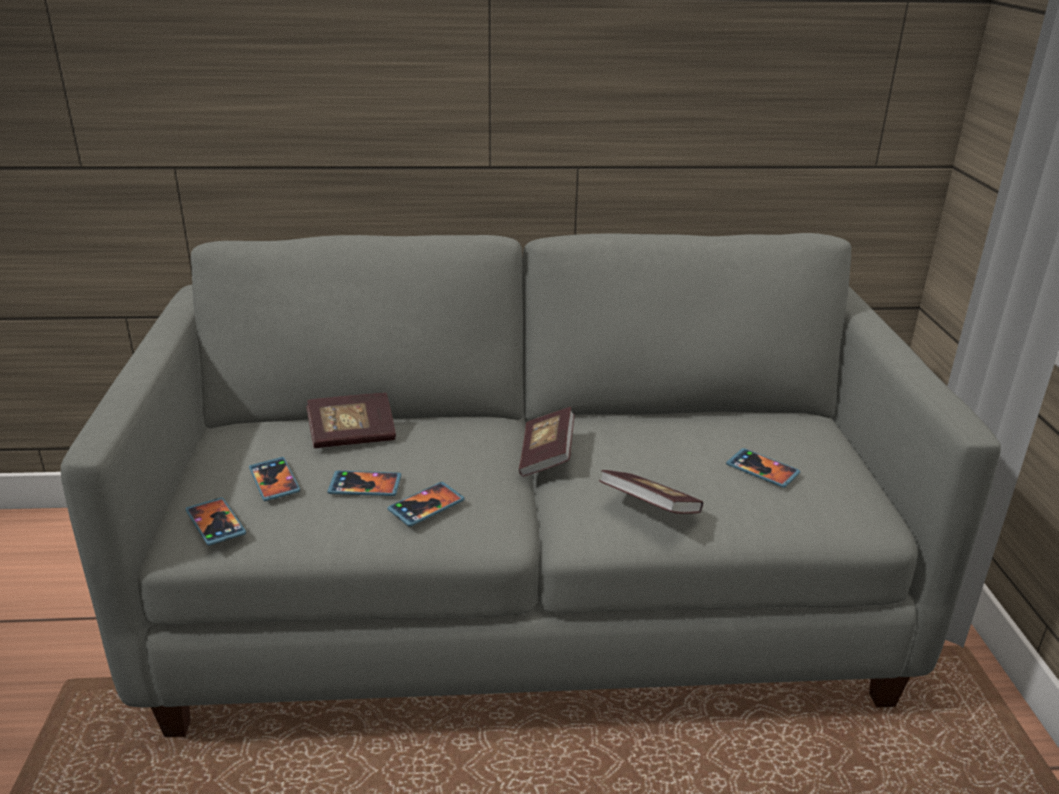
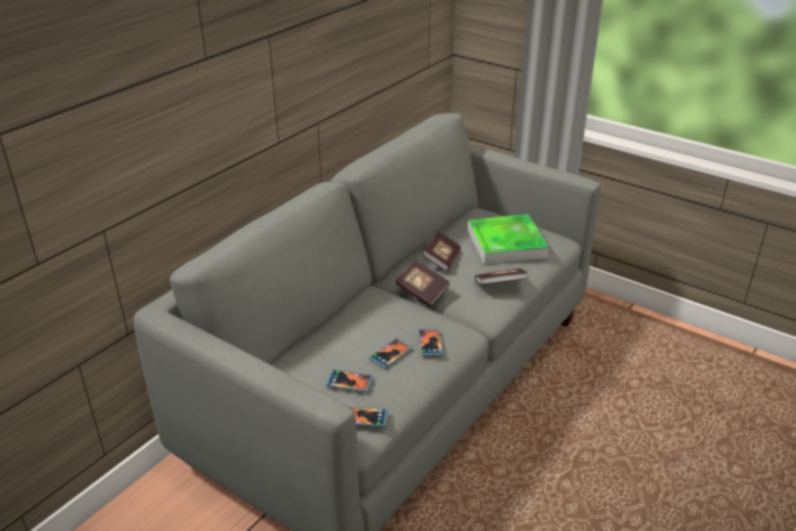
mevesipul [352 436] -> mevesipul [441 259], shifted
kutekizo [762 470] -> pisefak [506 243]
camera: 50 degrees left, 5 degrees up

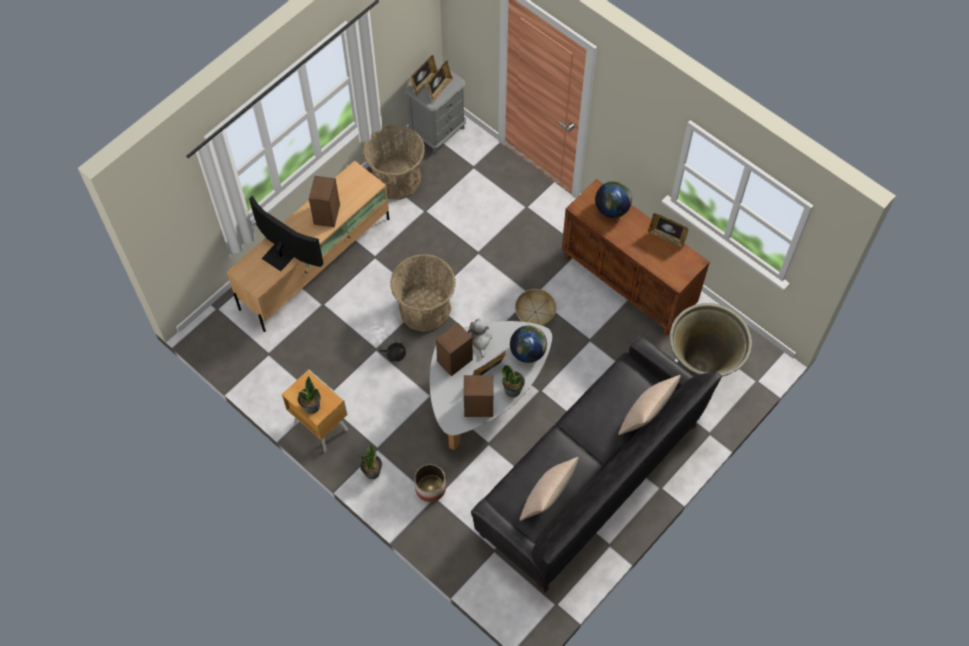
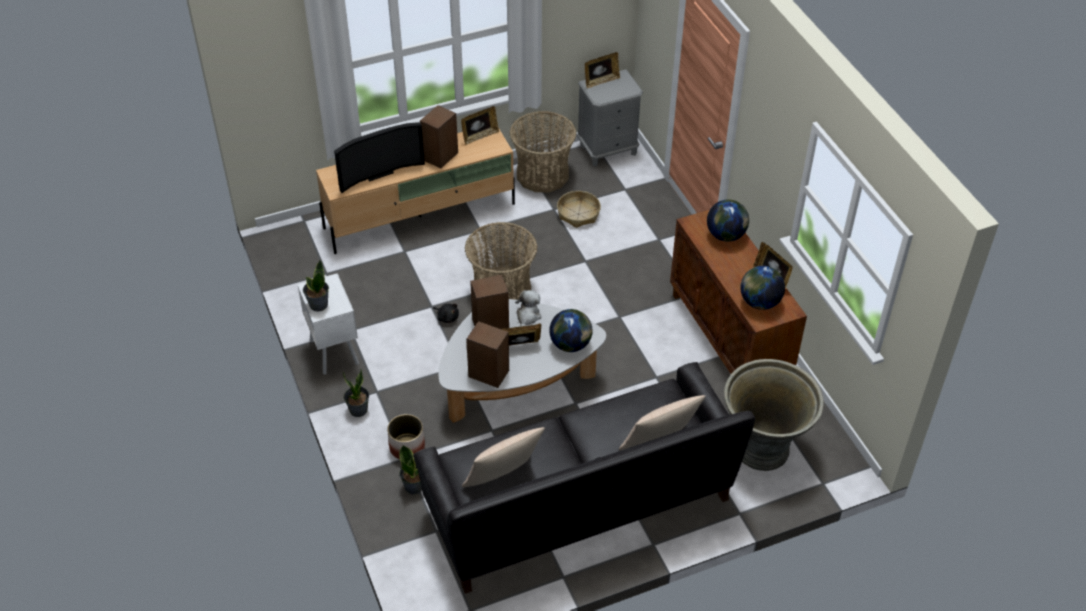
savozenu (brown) [320 426] -> savozenu (white) [334 351]
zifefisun [282 253] -> zifefisun [378 172], 90 degrees clockwise
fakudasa [513 389] -> fakudasa [414 486], shifted
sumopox [439 89] -> sumopox [479 136], shifted
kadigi [535 312] -> kadigi [578 214], shifted
none -> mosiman [759 302]
camera: 25 degrees right, 15 degrees down

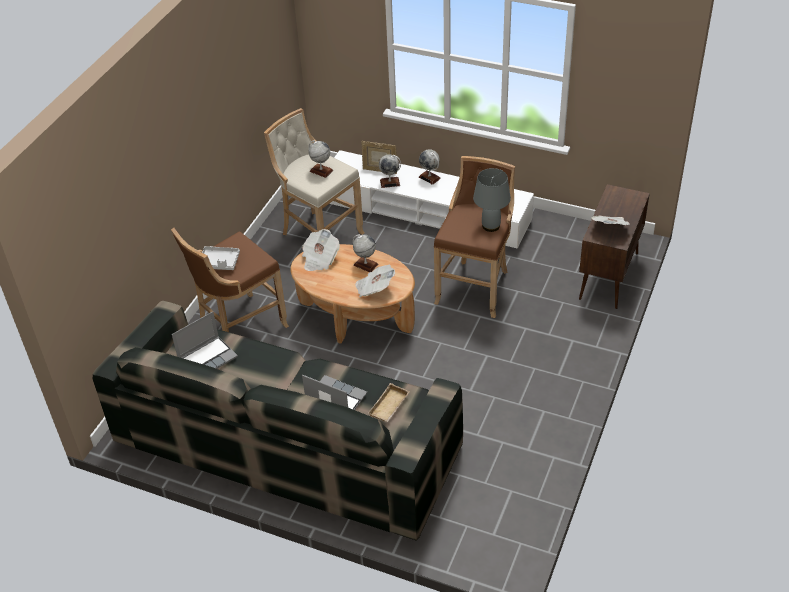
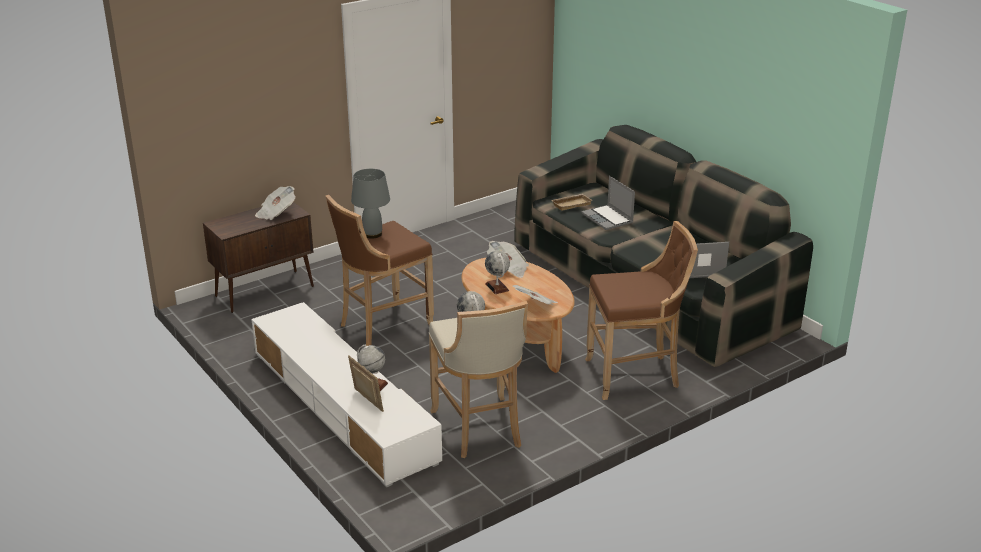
pisefak (grey) [220 262] -> none
mosiman [429 177] -> none
camera: 150 degrees left, 15 degrees down

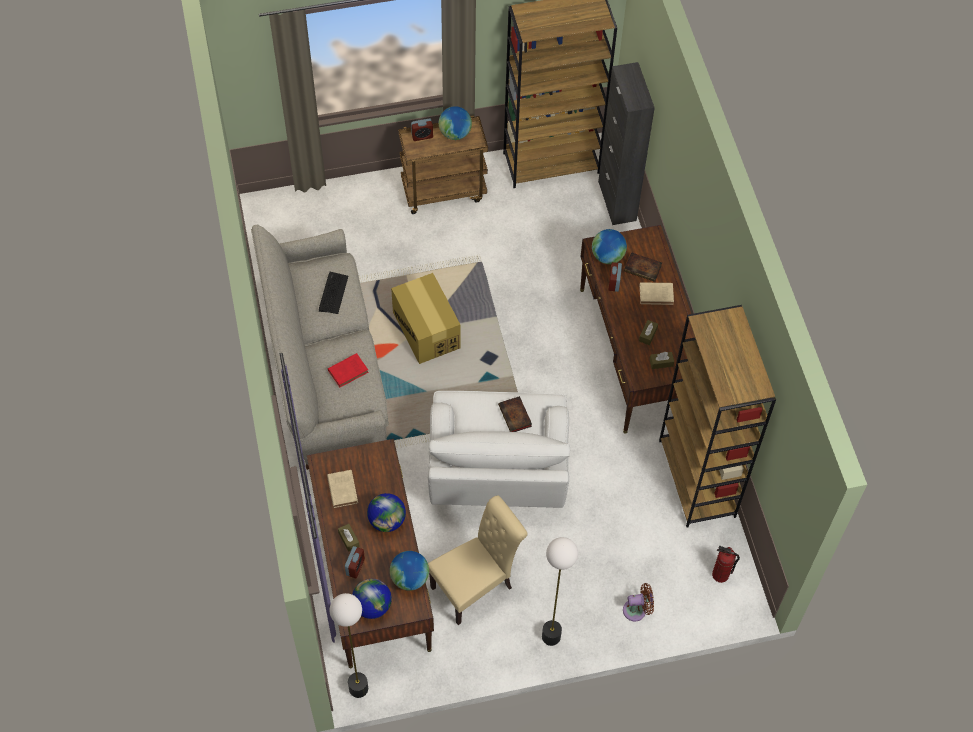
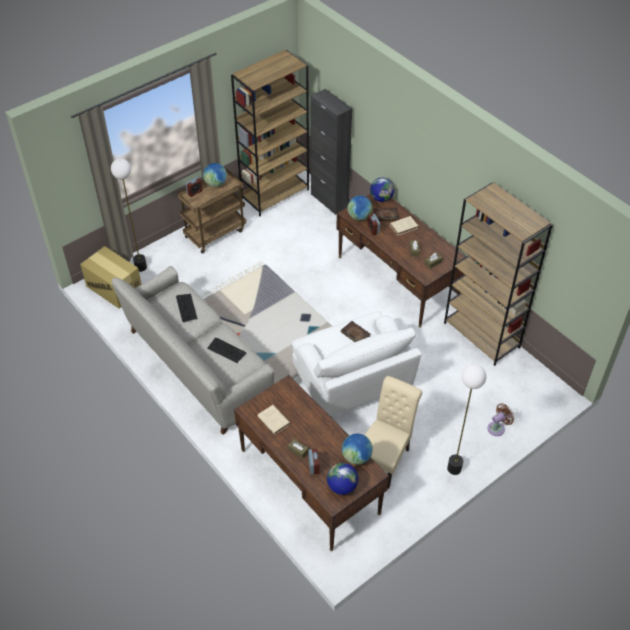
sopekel [426 330] -> sopekel [114 288], shifted
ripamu [358 689] -> ripamu [140 267], shifted
mevesipul (red) [349 371] -> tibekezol [226 350]
mosiman [387 520] -> mosiman [381 198], shifted
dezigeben [720 575] -> none
camera: 25 degrees left, 10 degrees down

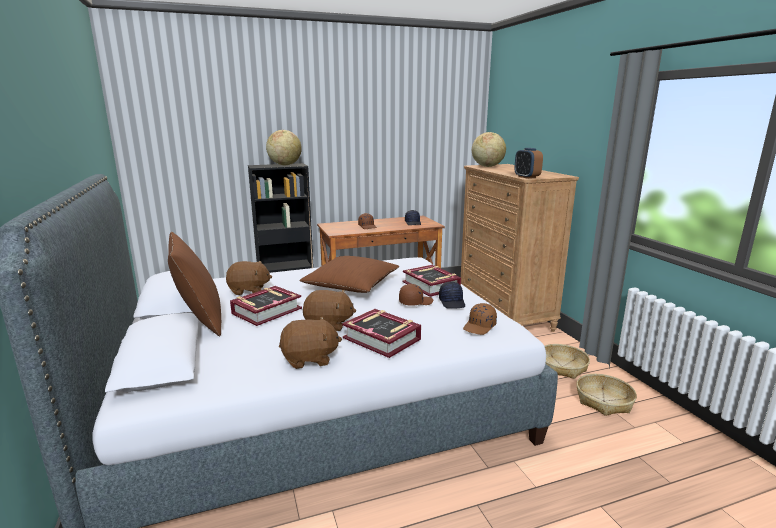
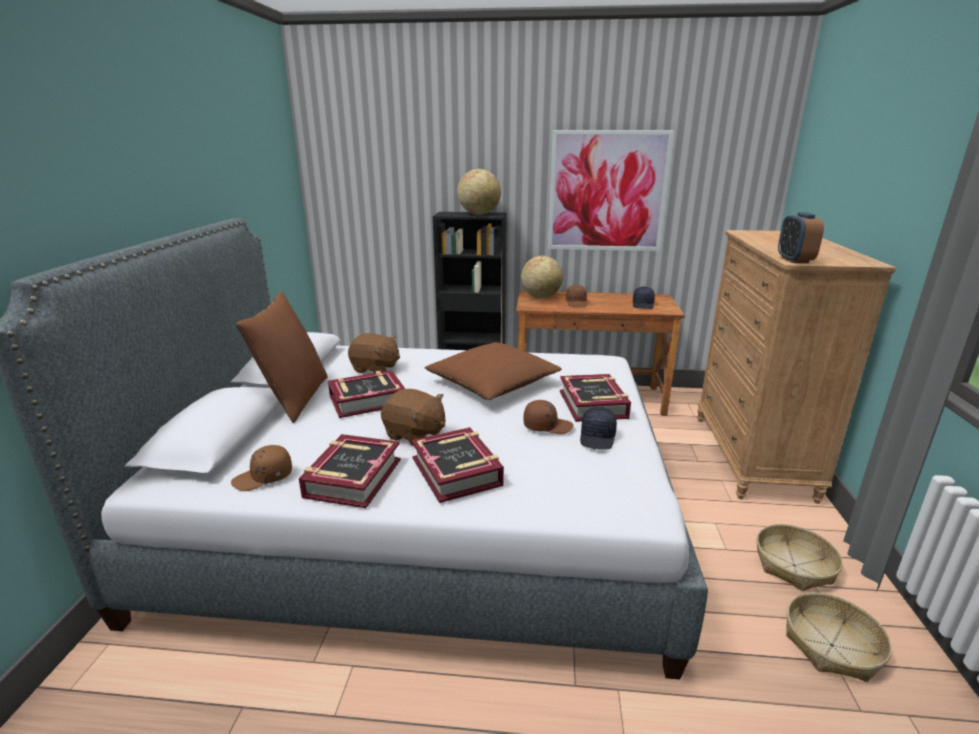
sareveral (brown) [480 327] -> sareveral (brown) [263 478], shifted
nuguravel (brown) [310 359] -> mevesipul [352 478]
mosiman [487 166] -> mosiman [541 297], shifted
none -> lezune [607 192]
camera: 25 degrees right, 5 degrees up

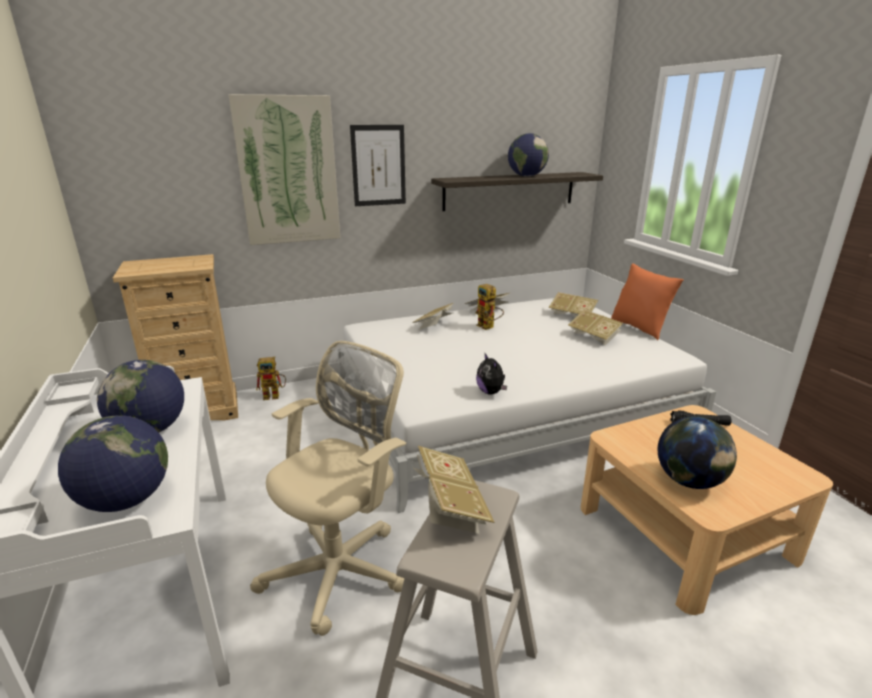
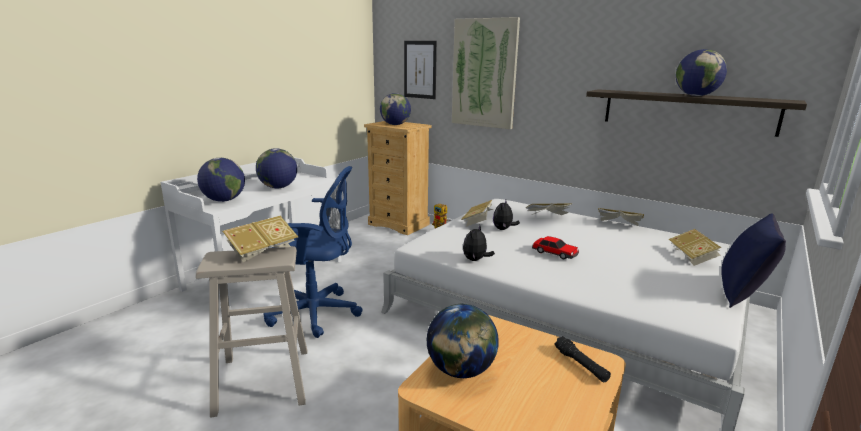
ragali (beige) [341 569] -> ragali (blue) [318 313]
none -> mosiman [395 125]
lezune [378 165] -> lezune [420 69], shifted
mevesipul [594 337] -> mevesipul [477 221], shifted
none -> nuguravel [503 229]
none -> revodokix [555 253]
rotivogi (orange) [639 328] -> rotivogi (blue) [742 293]
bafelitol [488 327] -> none
camera: 55 degrees right, 5 degrees down

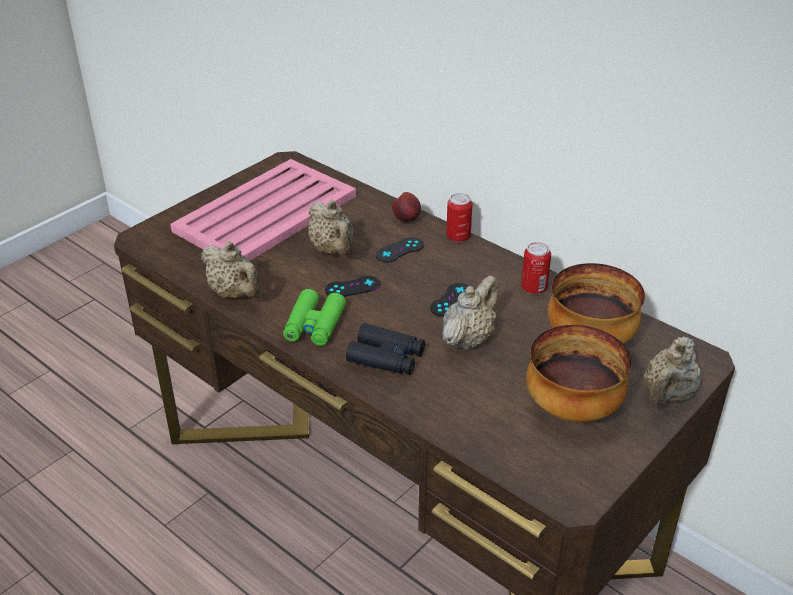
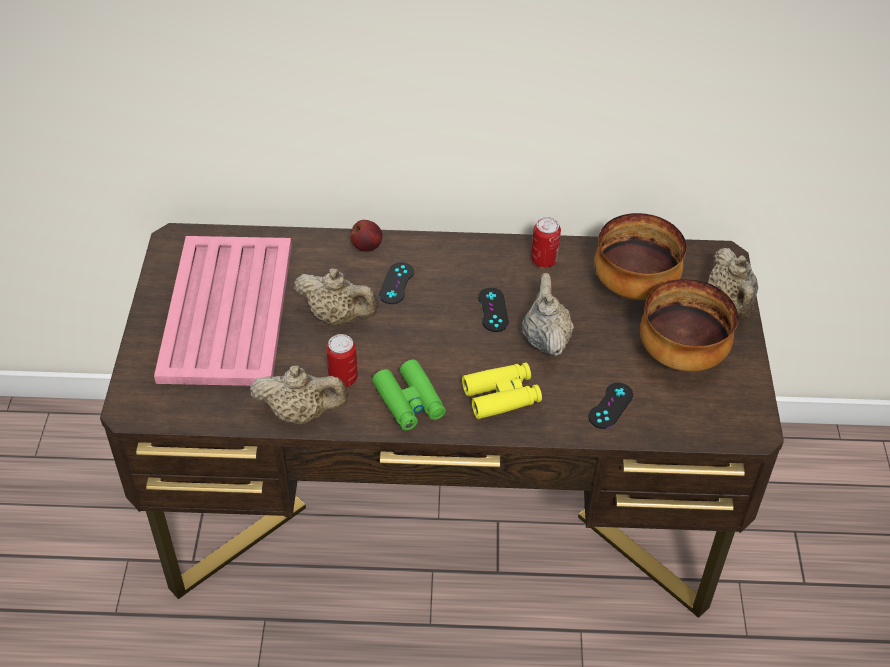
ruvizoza [458 236] -> ruvizoza [343 378], shifted
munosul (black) [386 357] -> munosul (yellow) [501 396]
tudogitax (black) [352 287] -> tudogitax (black) [610 406], shifted
camera: 40 degrees left, 10 degrees up

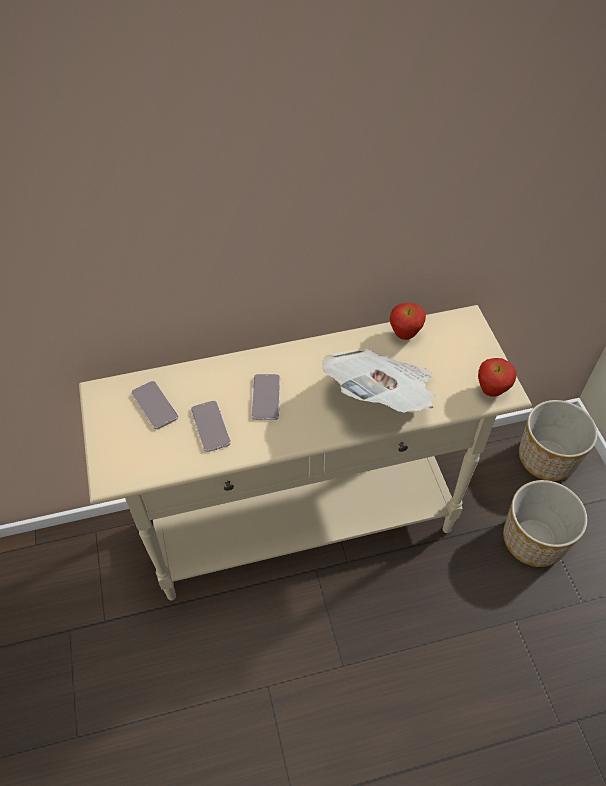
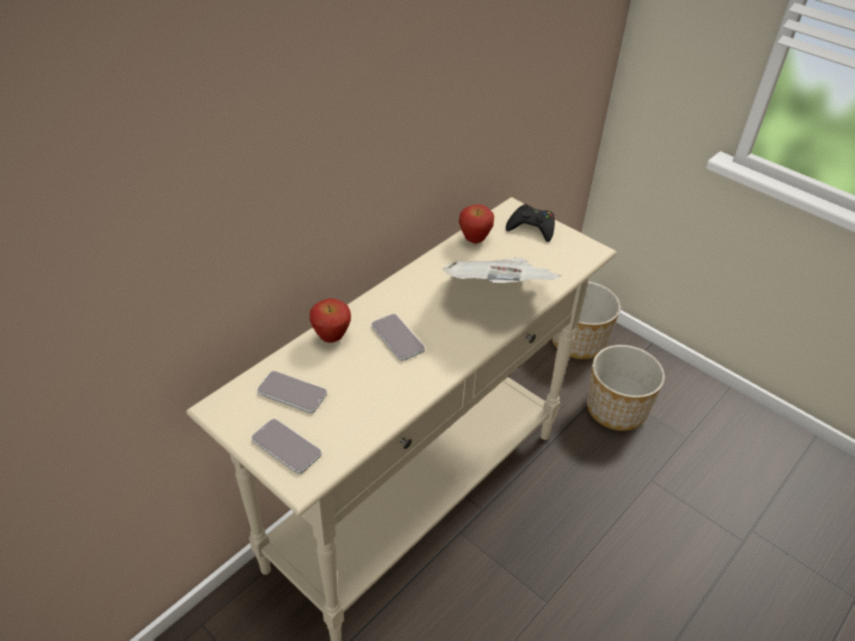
kutekizo [210 426] -> kutekizo [286 447], shifted
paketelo [491 391] -> paketelo [331 338], shifted
none -> tudogitax (black) [532 227]
camera: 35 degrees left, 10 degrees down

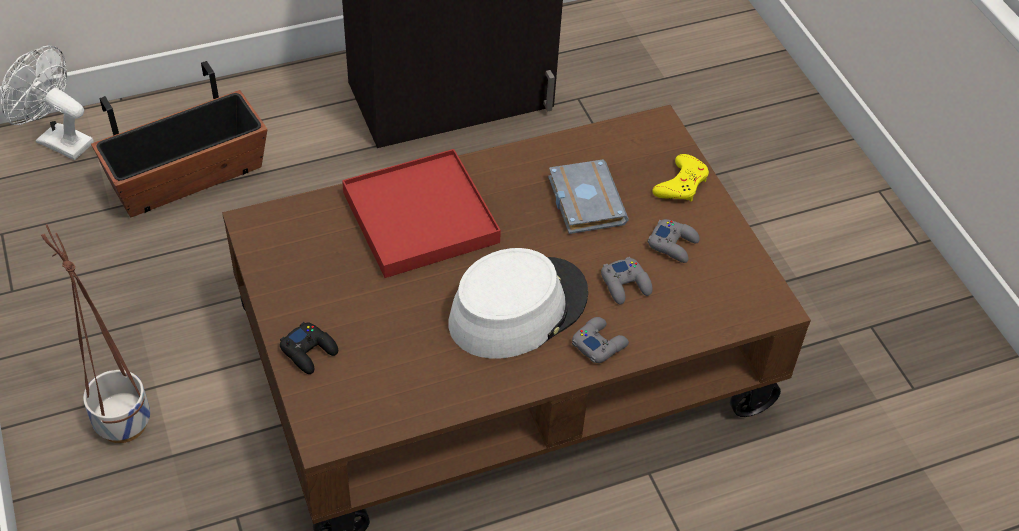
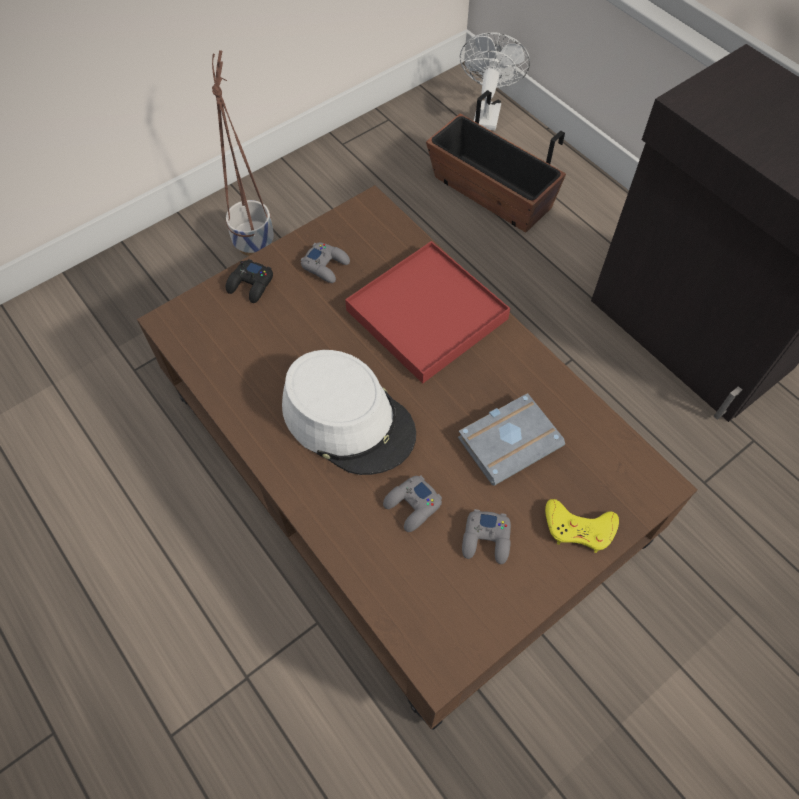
tudogitax (grey) [599 343] -> tudogitax (grey) [326 265], shifted
camera: 75 degrees right, 10 degrees up

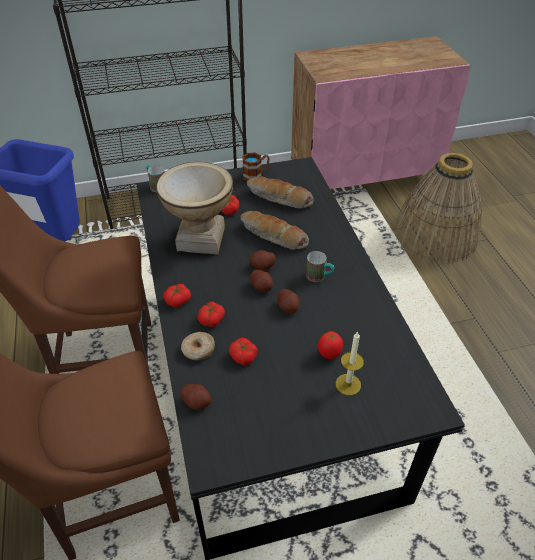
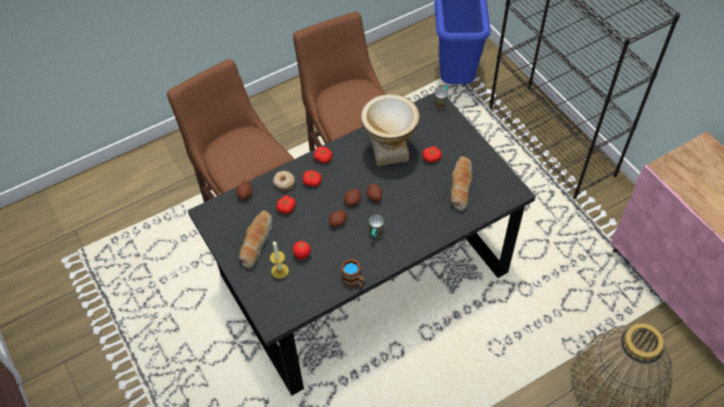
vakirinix [273 236] -> vakirinix [256 242], shifted
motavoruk [256 175] -> motavoruk [354 281], shifted
camera: 75 degrees right, 10 degrees up

